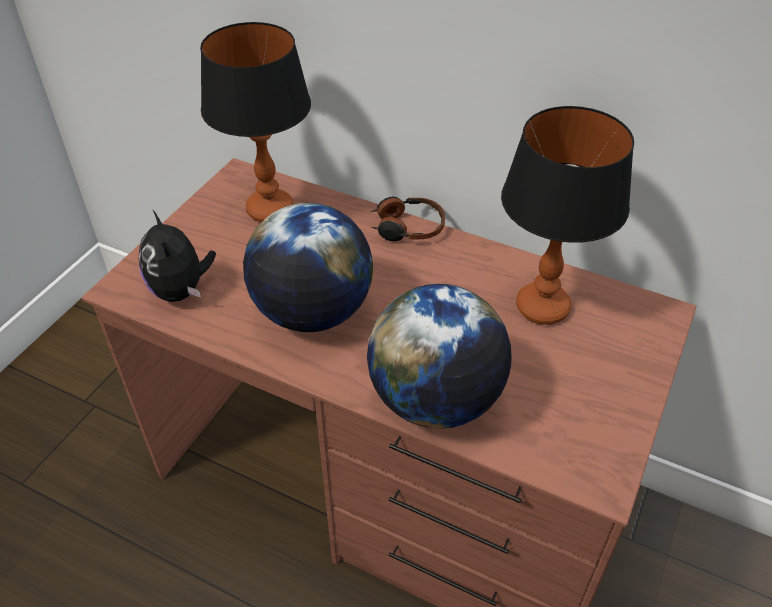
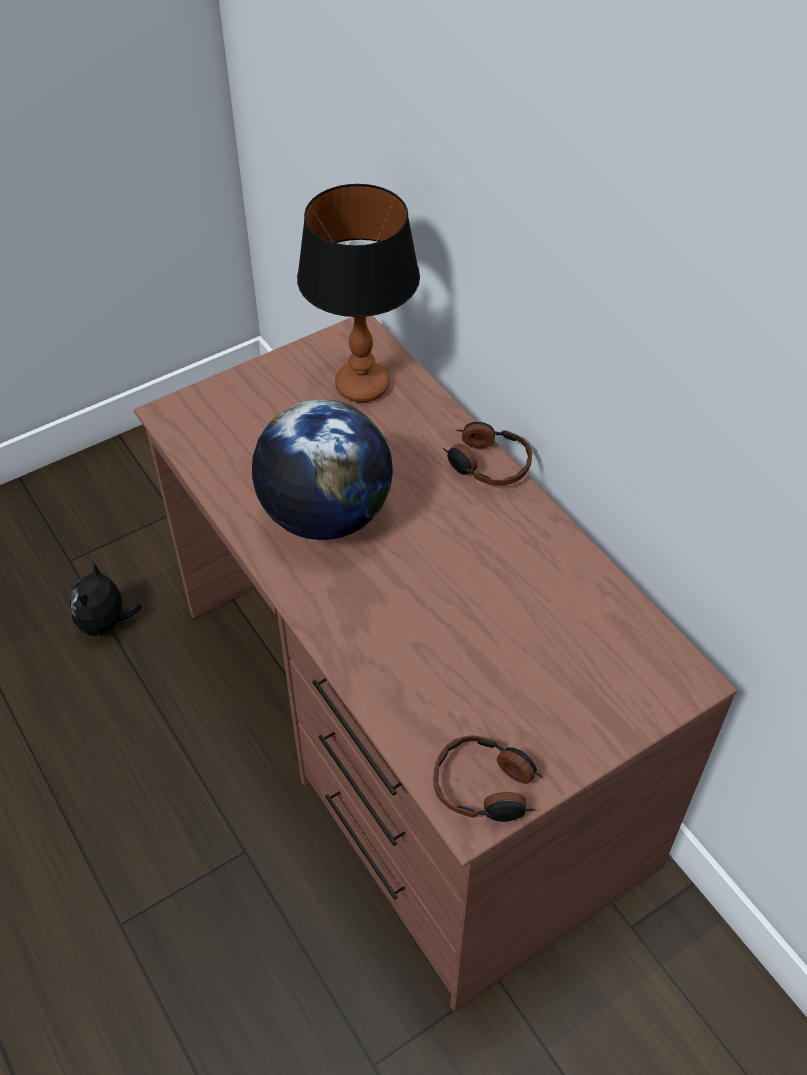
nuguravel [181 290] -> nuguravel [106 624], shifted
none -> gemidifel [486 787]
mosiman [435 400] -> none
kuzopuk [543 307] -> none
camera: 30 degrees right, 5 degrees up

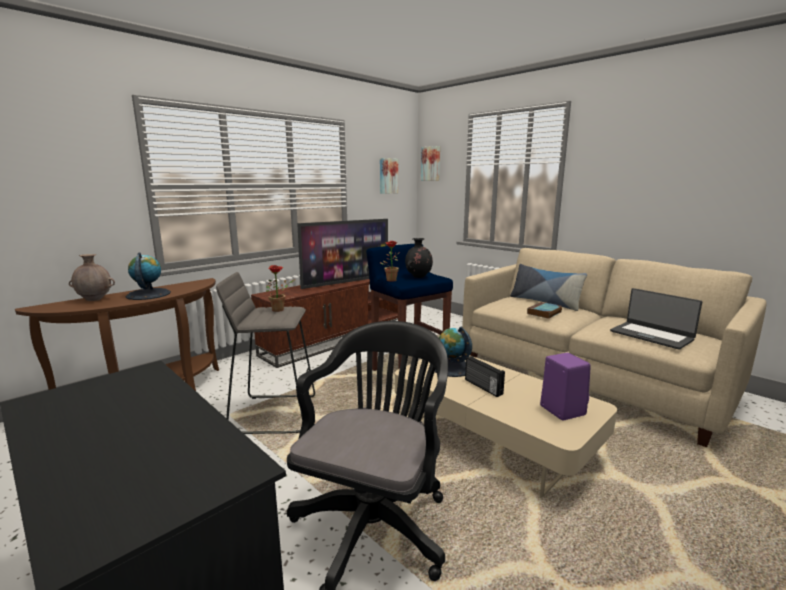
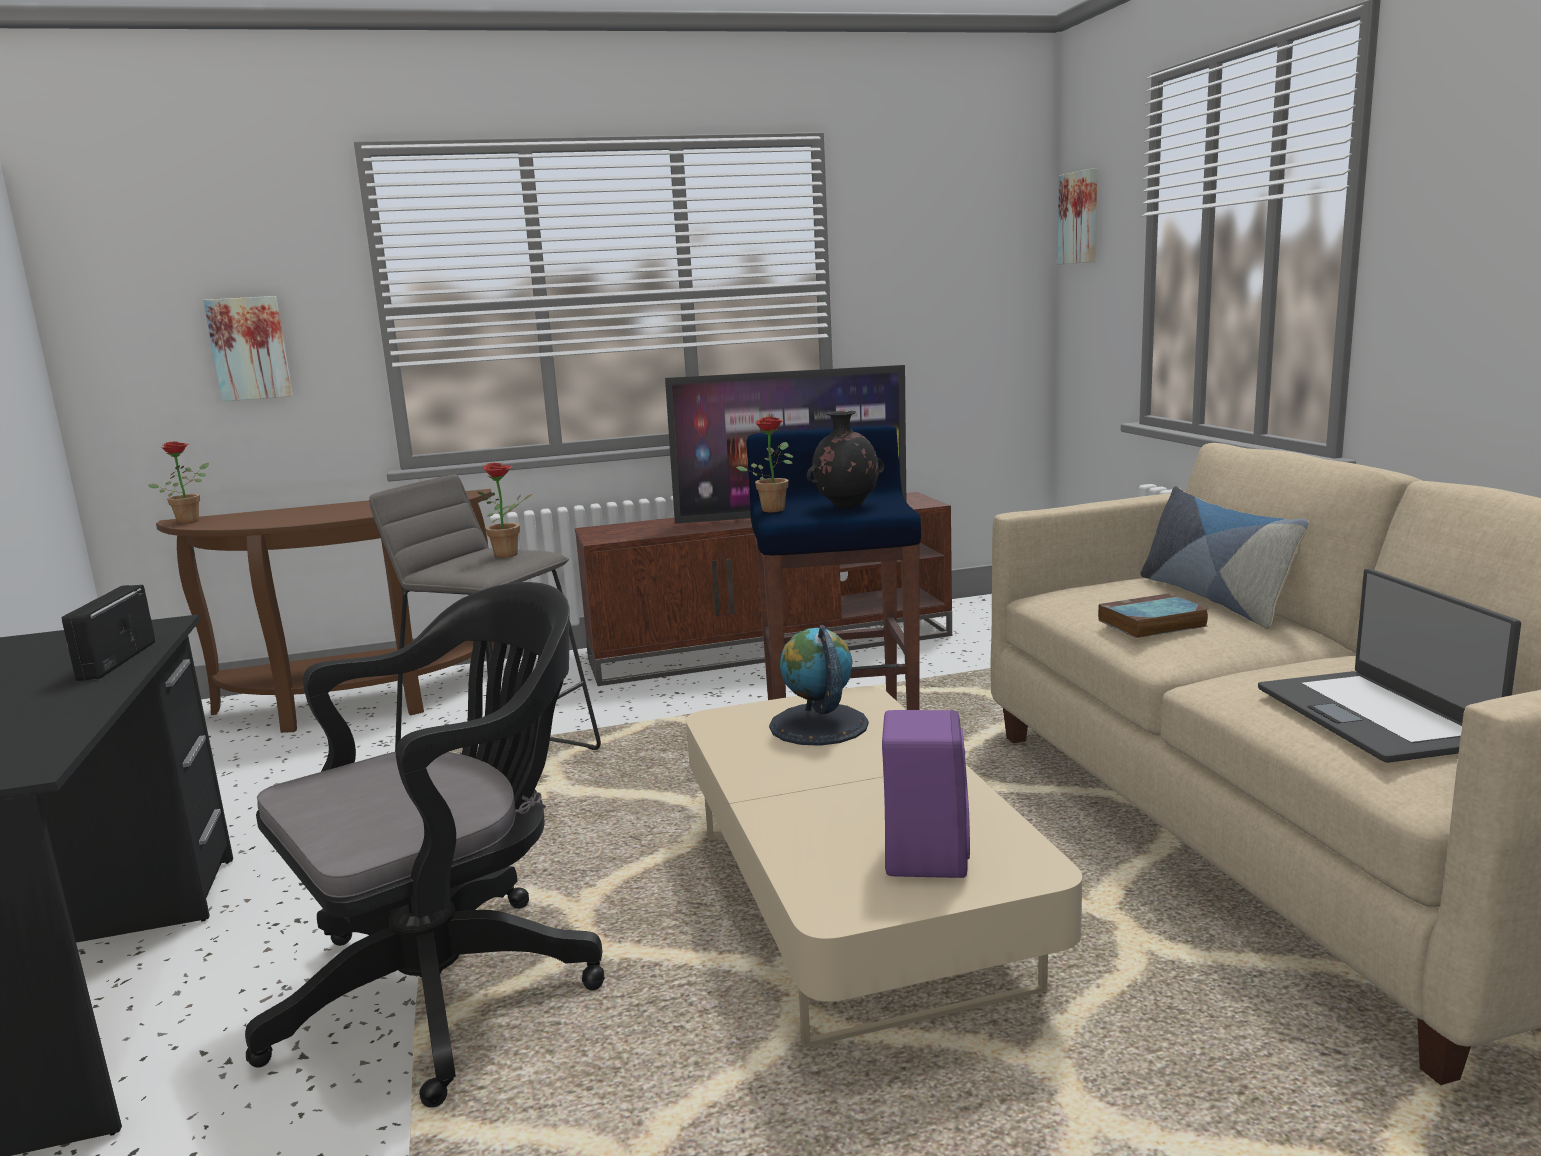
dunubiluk [482 387] -> dunubiluk [115 660], shifted
none -> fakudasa [191 520]
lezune [388 176] -> lezune [250 348], shifted
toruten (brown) [95 299] -> none
mosiman [148 294] -> none
camera: 30 degrees right, 0 degrees up

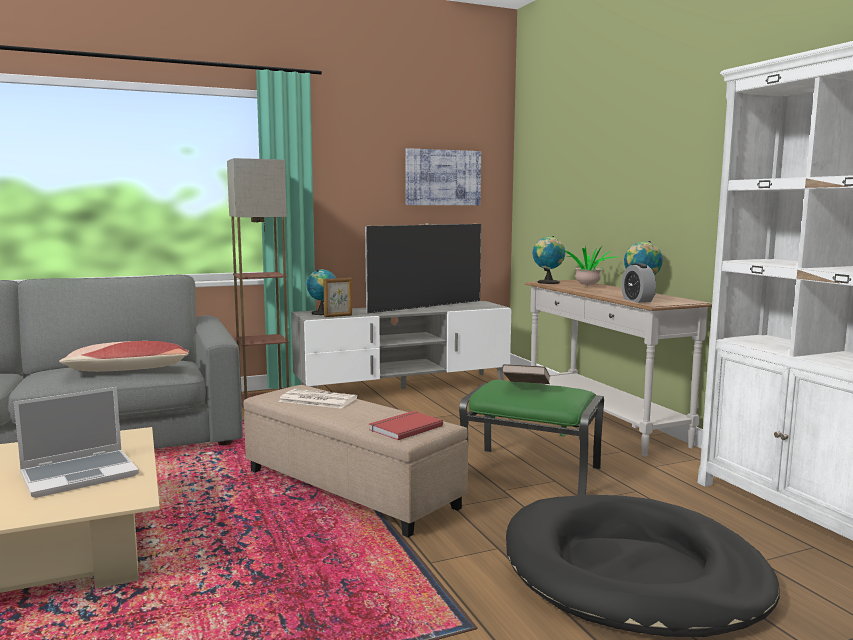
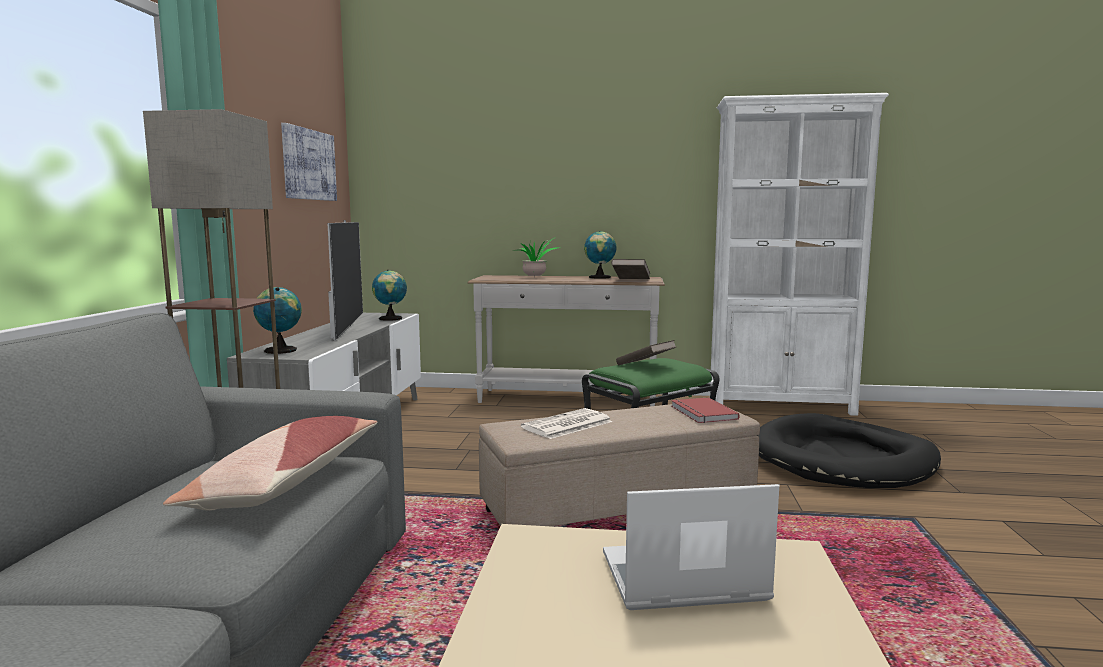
mosiman [547 282] -> mosiman [391 319], shifted
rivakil [81 474] -> rivakil [681 579], 90 degrees counterclockwise
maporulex [637 300] -> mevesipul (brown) [630 280]
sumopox [338 316] -> none
camera: 60 degrees left, 0 degrees up

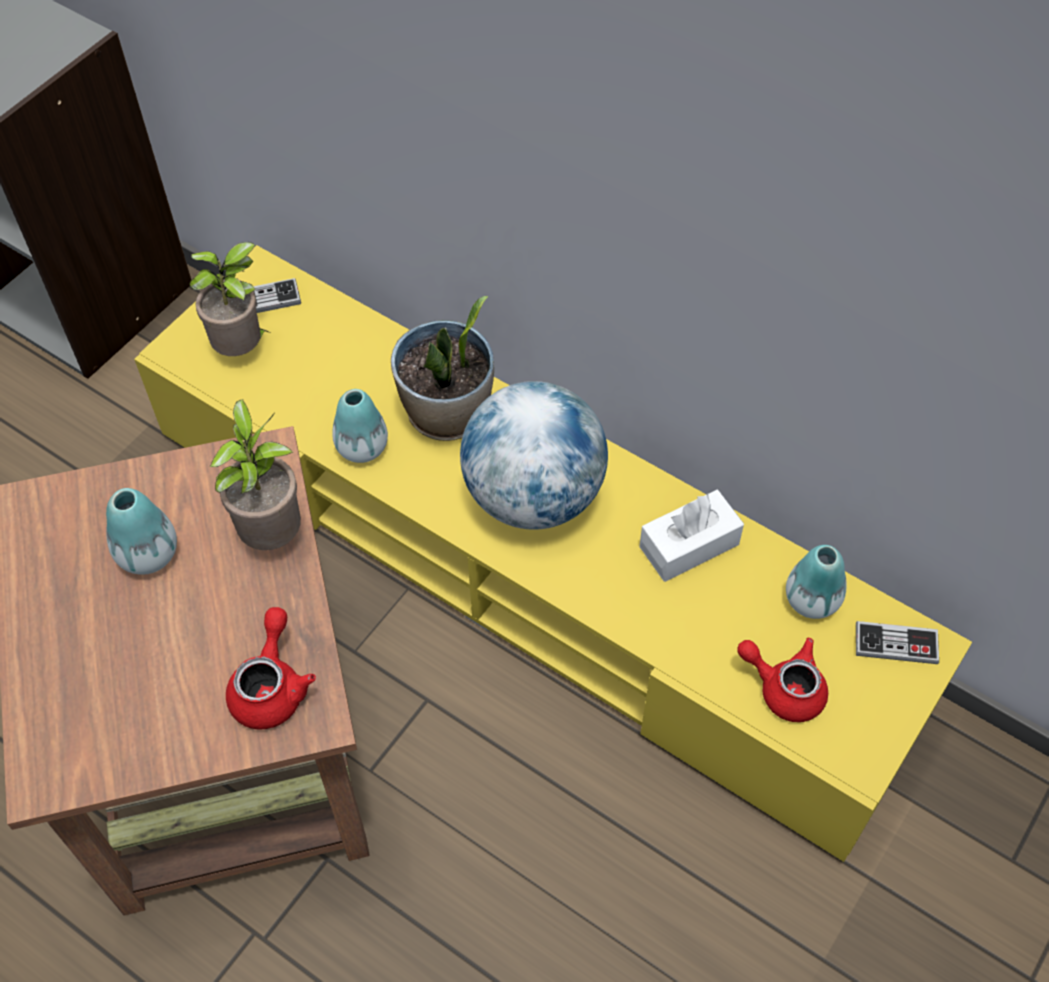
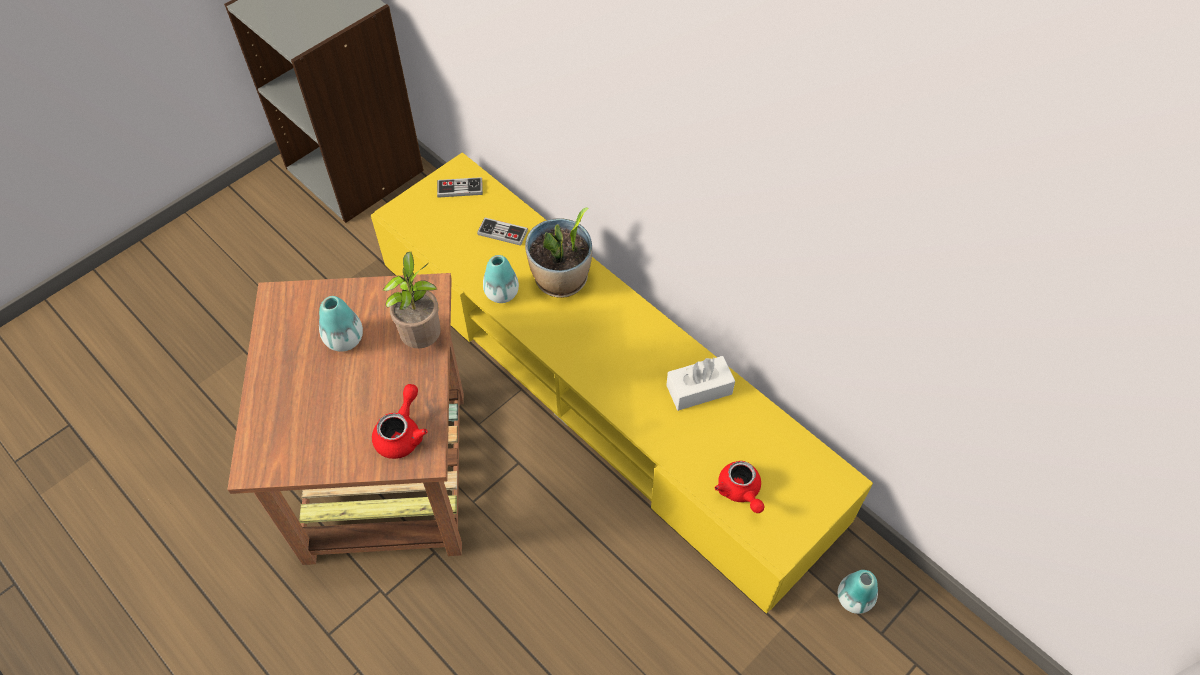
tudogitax [896 644] -> tudogitax [502 232], shifted
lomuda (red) [784 688] -> lomuda (red) [740 491], 150 degrees counterclockwise
toruten [811 600] -> toruten [854 598], shifted
fakudasa [243 349] -> none
mosiman [534 496] -> none
camera: 10 degrees right, 0 degrees up

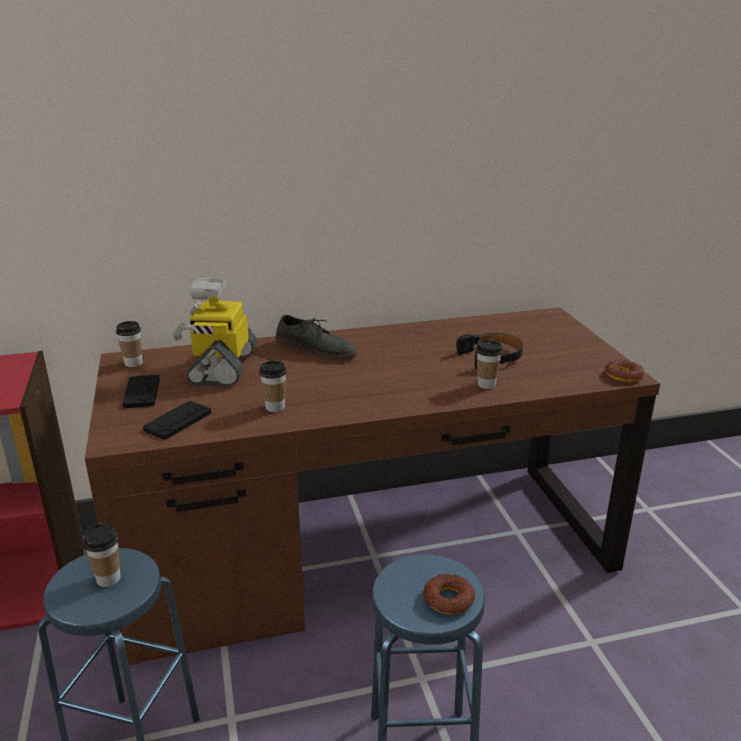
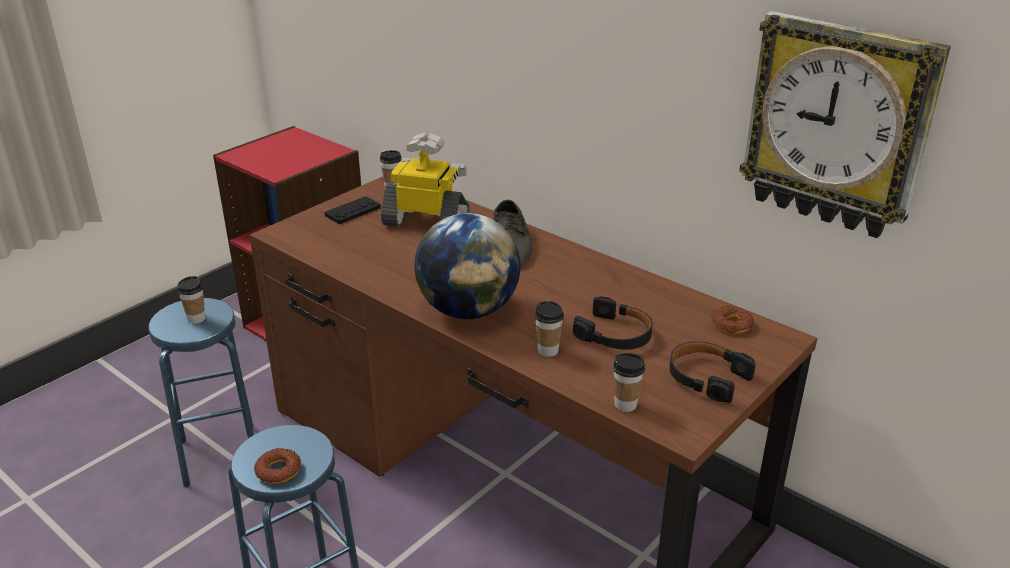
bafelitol [222 367] -> bafelitol [427 221], 45 degrees clockwise
none -> mosiman [468 310]
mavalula [275 407] -> mavalula [625 404], shifted
none -> gemidifel (black) [706 377]
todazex [623 375] -> todazex [731 324], shifted
none -> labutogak [837 125]
tudogitax (black) [178 421] -> none
camera: 55 degrees right, 5 degrees up

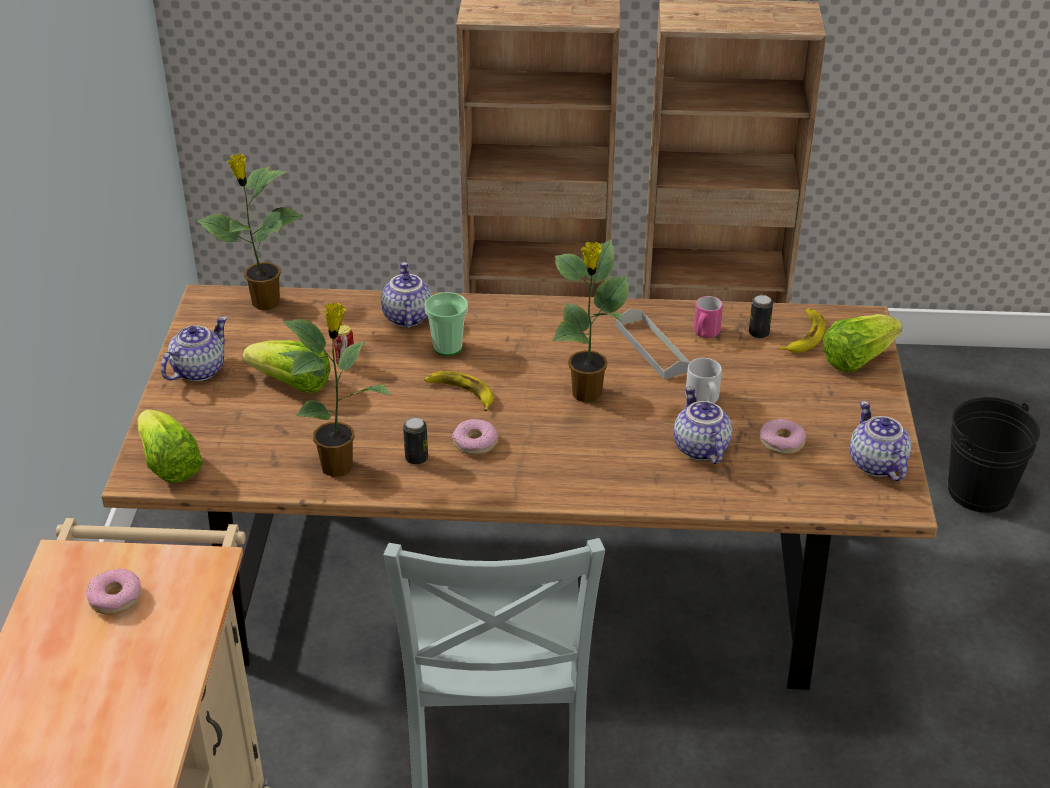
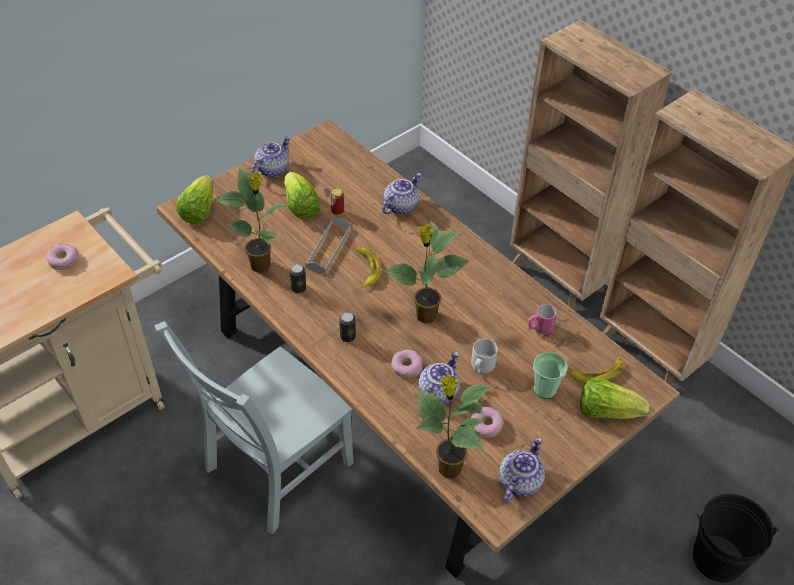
lomuda [198 370] -> lomuda [272 170], 45 degrees counterclockwise
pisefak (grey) [652 348] -> pisefak (grey) [328 248], shifted
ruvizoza [758 333] -> ruvizoza [348 337], shifted
todazex [475 443] -> todazex [407 367], shifted
fakudasa [264 303] -> fakudasa [448 468], shifted
mavalula [447 347] -> mavalula [545 389], shifted
camera: 45 degrees right, 10 degrees up

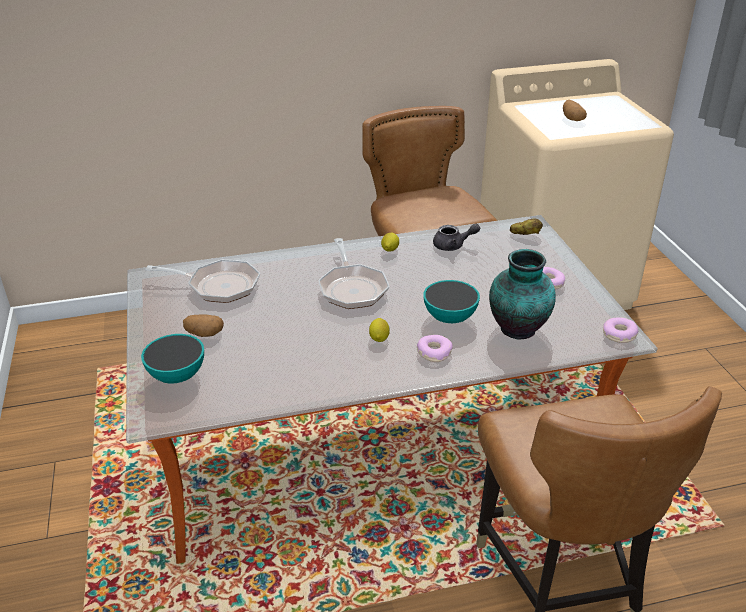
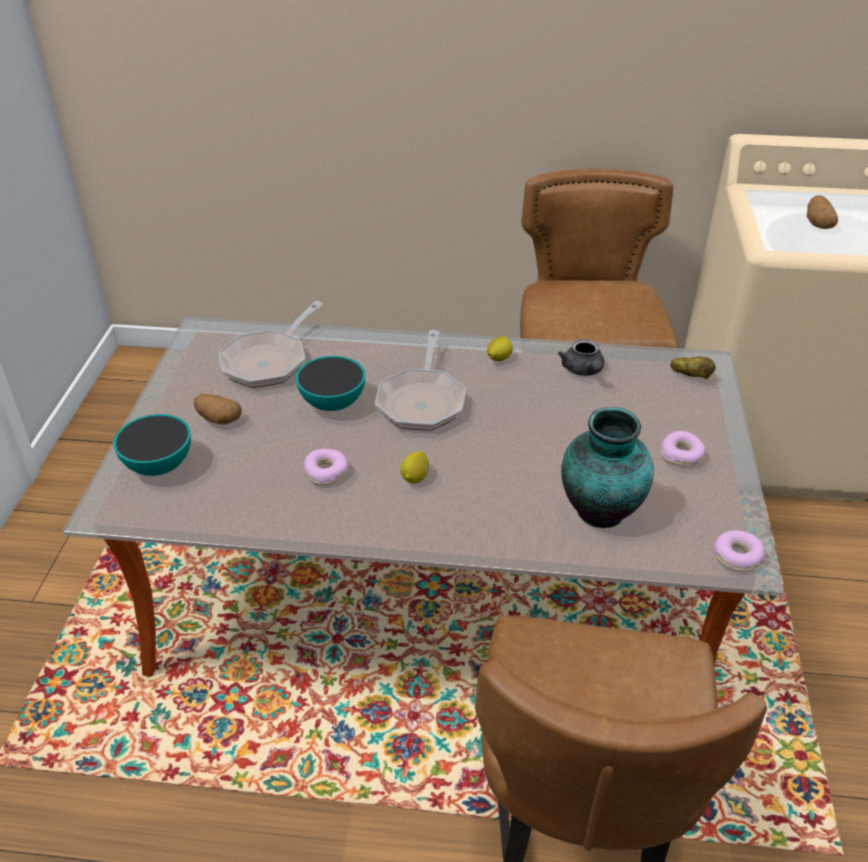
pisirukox [218 286] -> pisirukox [269 361], 90 degrees clockwise
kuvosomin [450 318] -> kuvosomin [333 403], shifted
todazex [434 353] -> todazex [326 472], shifted
lomuda (grey) [453 246] -> lomuda (grey) [583 371], 60 degrees clockwise
camera: 20 degrees right, 5 degrees up

